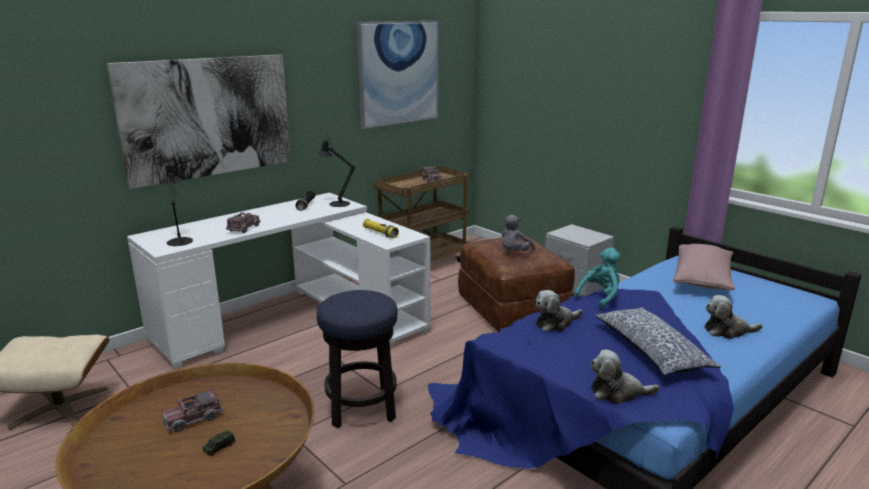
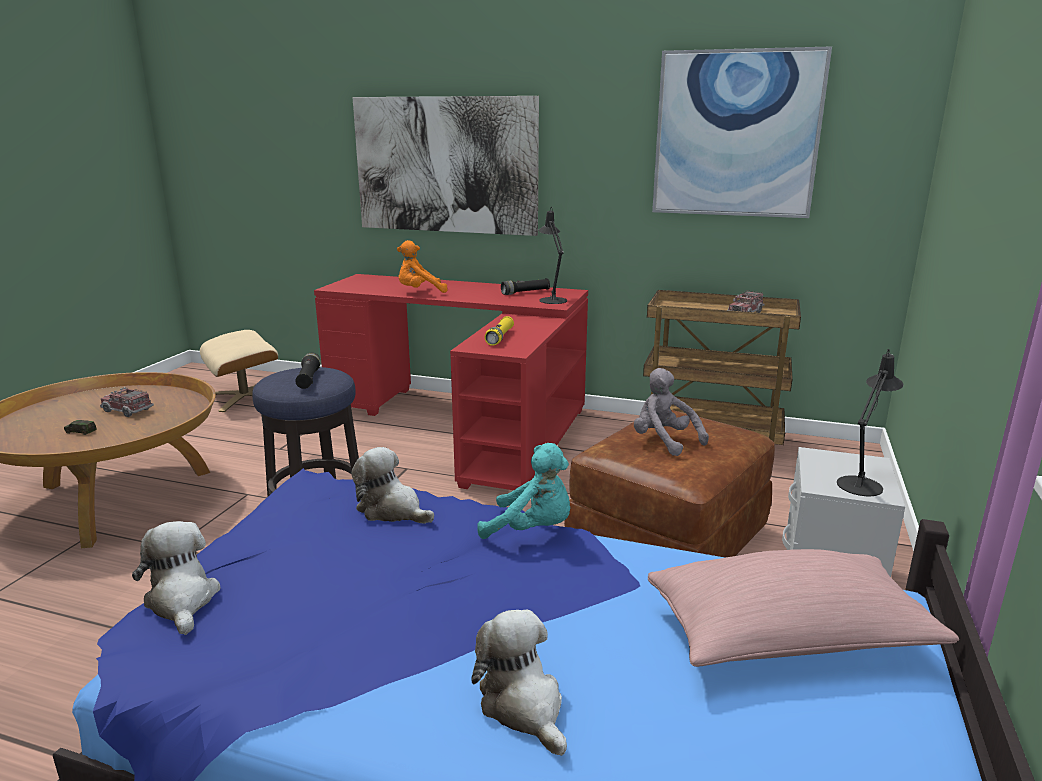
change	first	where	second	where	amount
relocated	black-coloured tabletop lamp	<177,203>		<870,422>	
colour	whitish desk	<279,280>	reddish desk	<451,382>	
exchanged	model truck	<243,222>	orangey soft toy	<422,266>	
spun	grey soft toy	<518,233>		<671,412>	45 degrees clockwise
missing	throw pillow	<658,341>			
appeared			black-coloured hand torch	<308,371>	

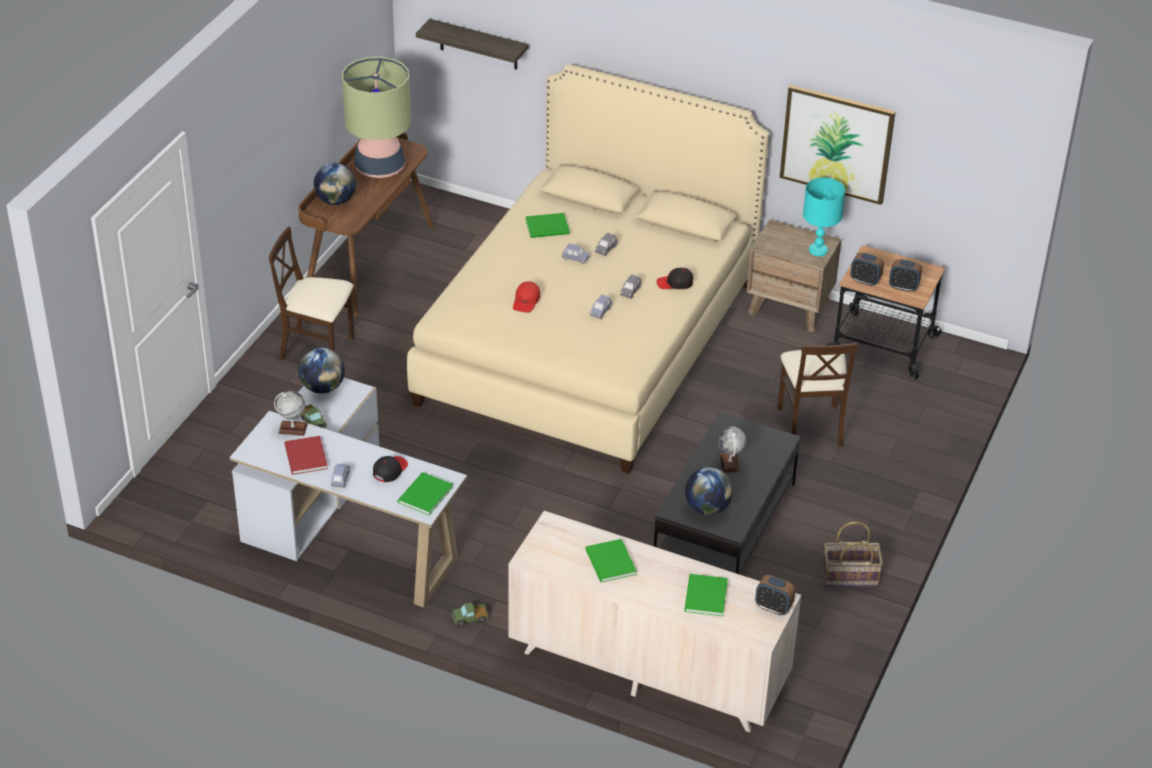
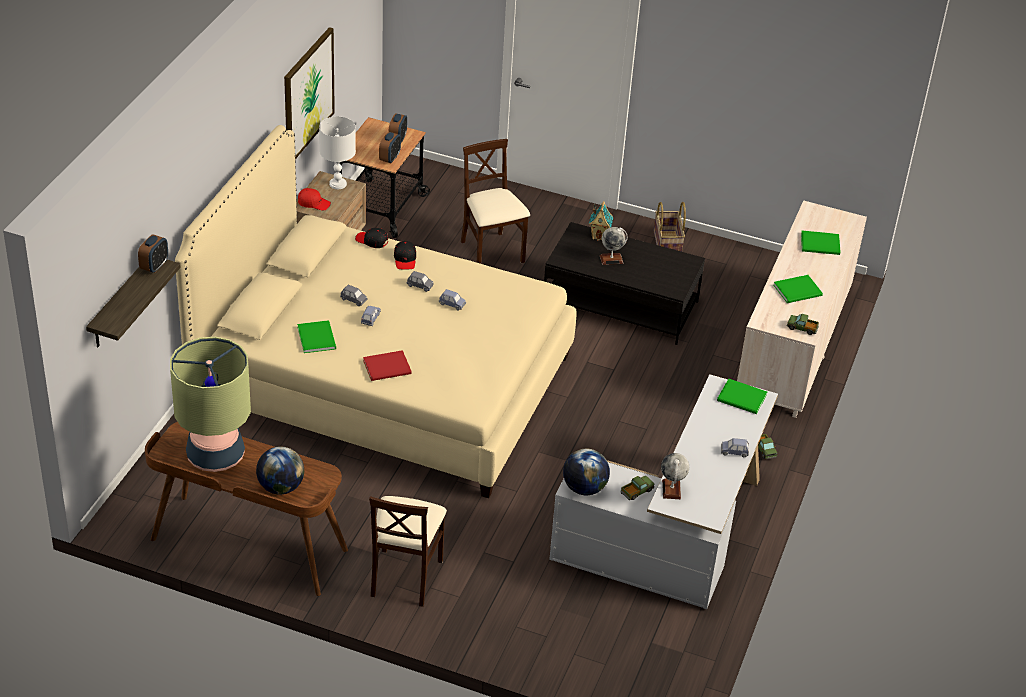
change	first	where	second	where	amount
colour	turquoise tabletop lamp	<824,216>	whitish tabletop lamp	<337,152>	
relocated	reddish cap	<526,297>		<314,199>	
spun	beige-coloured upright chair	<817,395>		<495,201>	105 degrees counterclockwise
relocated	reddish bound book	<306,455>		<387,365>	
relocated	black-coloured cap	<390,469>		<371,238>	
missing	globe	<709,491>			
relocated	bedside clock	<775,595>		<153,253>	
appeared			toy house	<601,221>	
appeared			model truck	<803,324>	

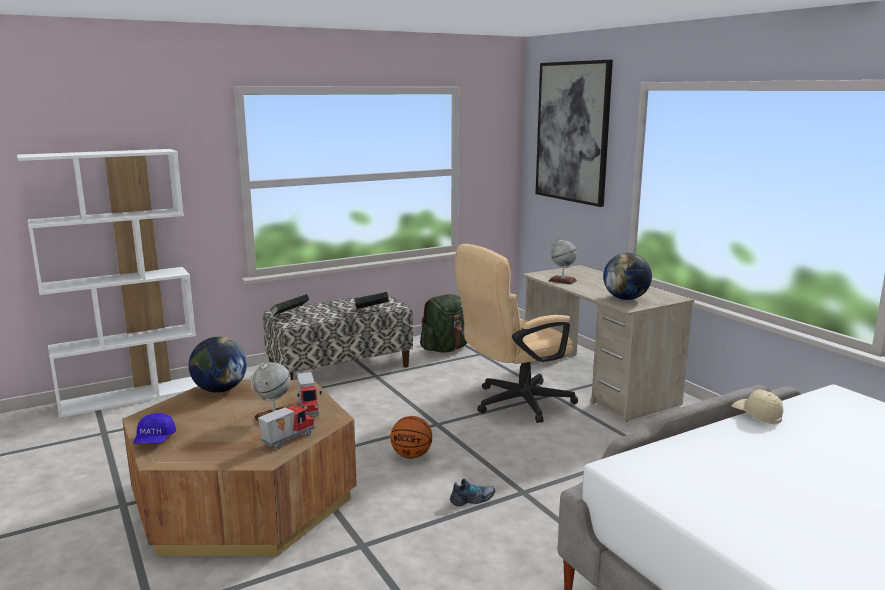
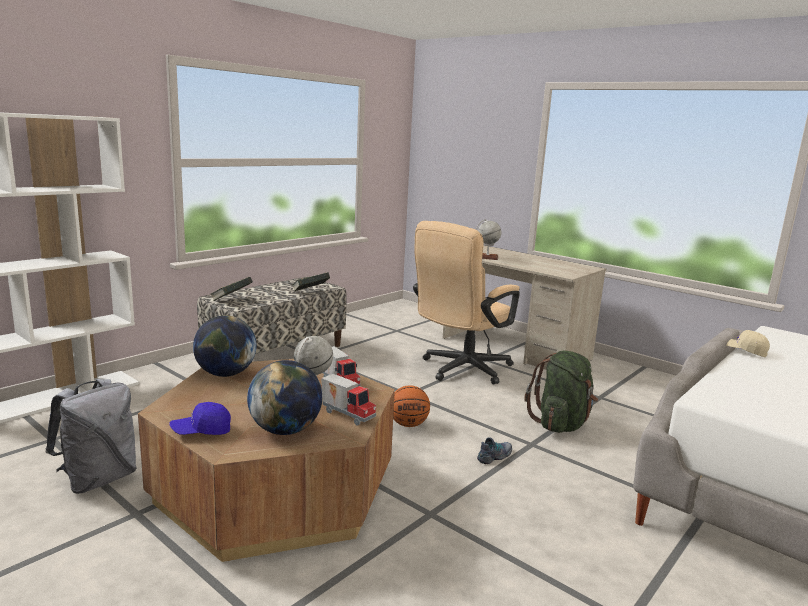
change	first	where	second	where	amount
missing	wall picture	<574,133>			
relocated	globe	<627,276>		<285,397>	
relocated	greenish knapsack	<443,323>		<561,391>	
spun	model truck	<286,427>		<348,400>	105 degrees clockwise
spun	blue cap	<154,428>		<200,418>	90 degrees clockwise
appeared			grey knapsack	<91,436>	

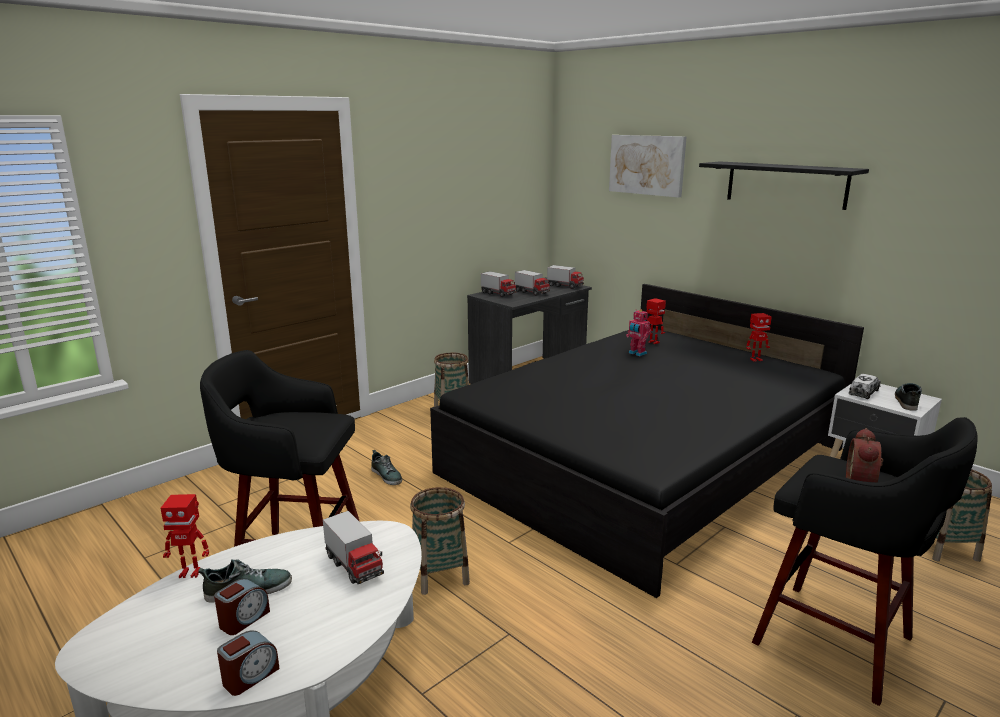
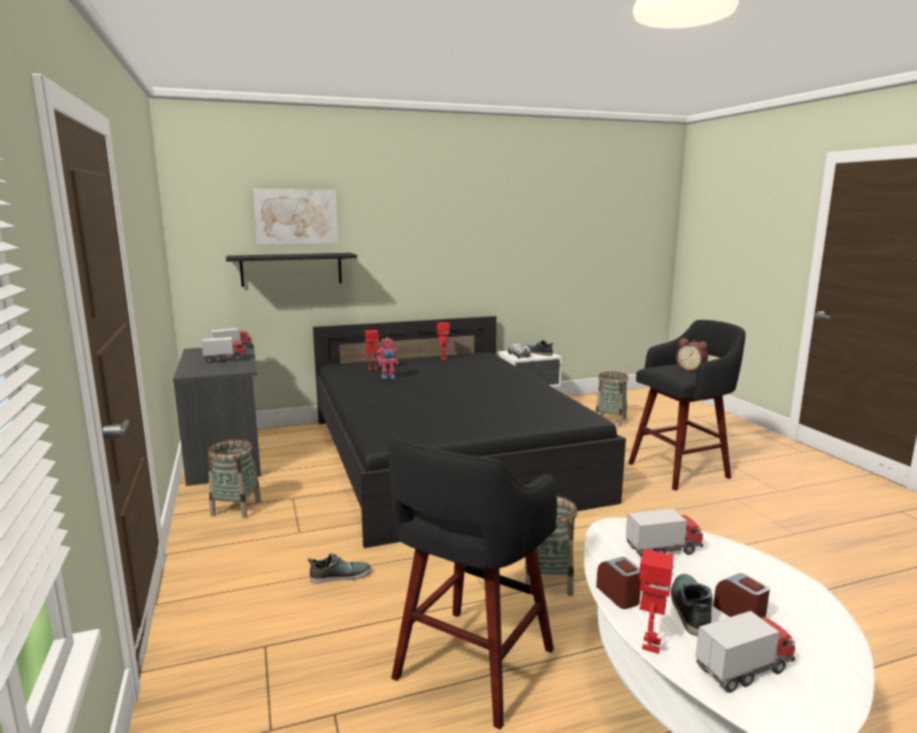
change	first	where	second	where	amount
relocated	black-coloured wall shelf	<784,185>		<291,270>	
relocated	model truck	<498,284>		<745,652>	
relocated	bedside clock	<248,663>		<618,583>	

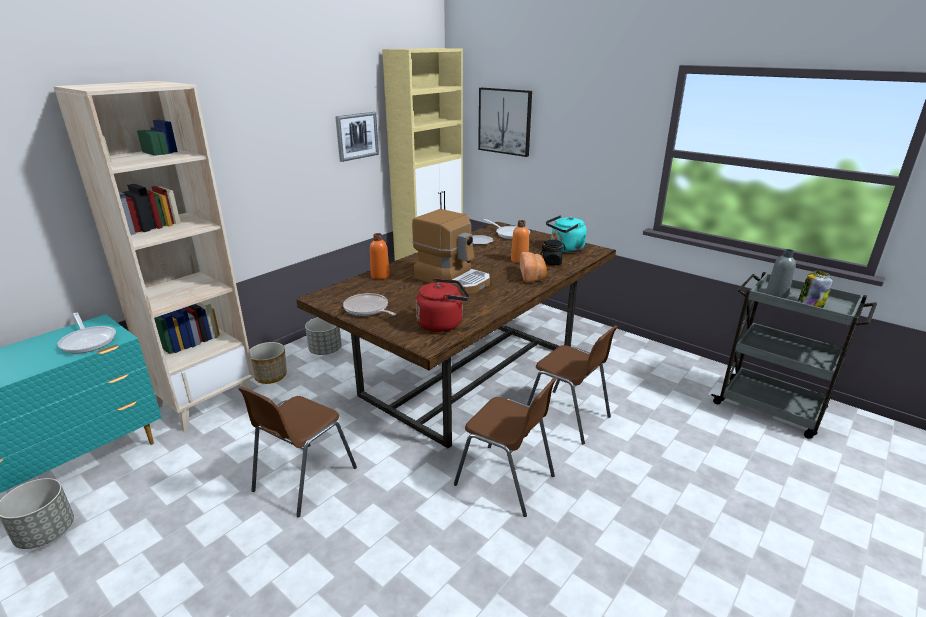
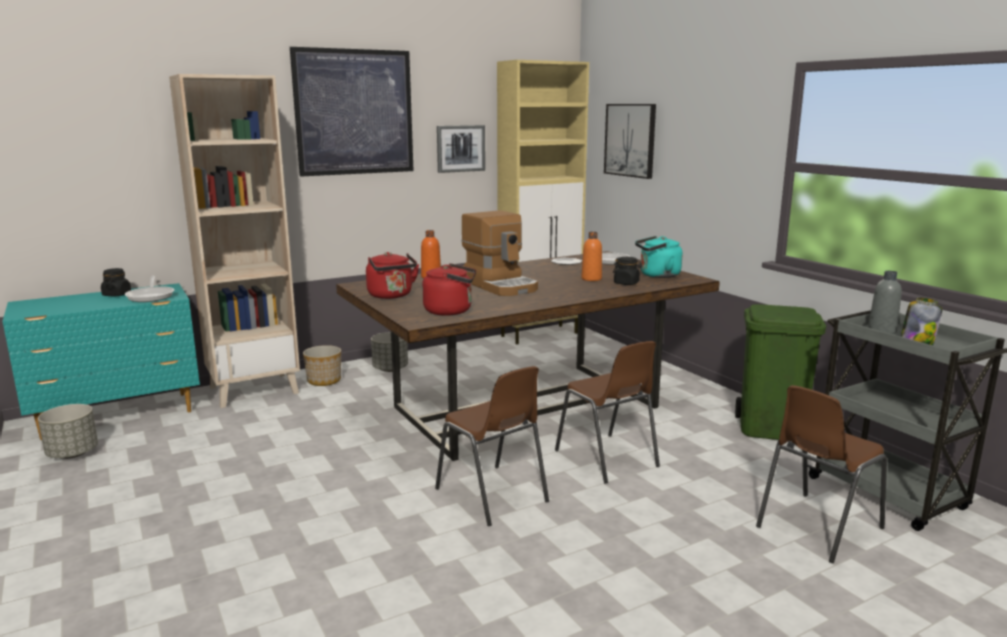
change	first	where	second	where	amount
missing	bread	<533,267>			
exchanged	skillet	<369,304>	reddish tea kettle	<392,275>	
relocated	brownish upright chair	<297,451>		<821,474>	
appeared			wall picture	<352,112>	
appeared			black-coloured preserve jar	<116,282>	
appeared			greenish waste bin	<780,372>	

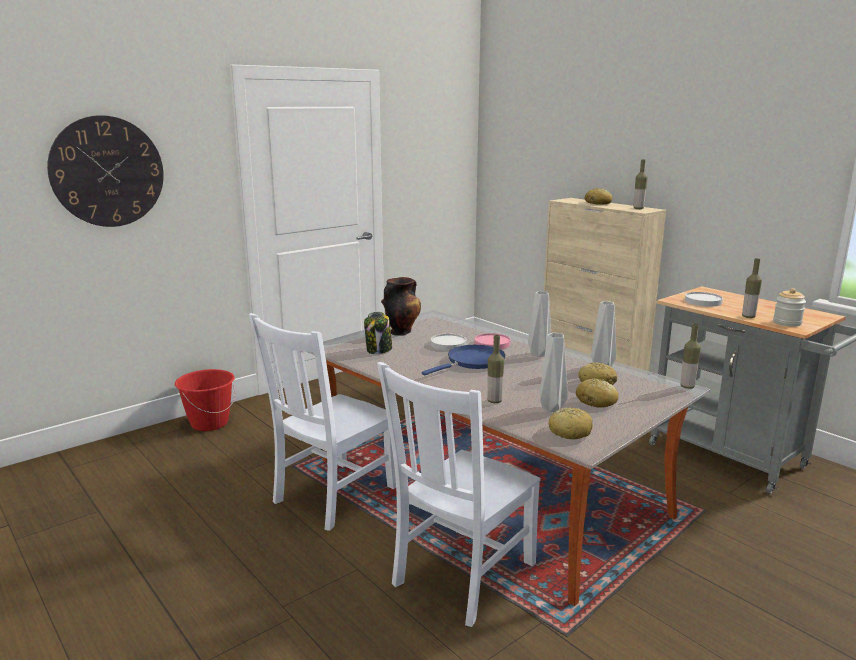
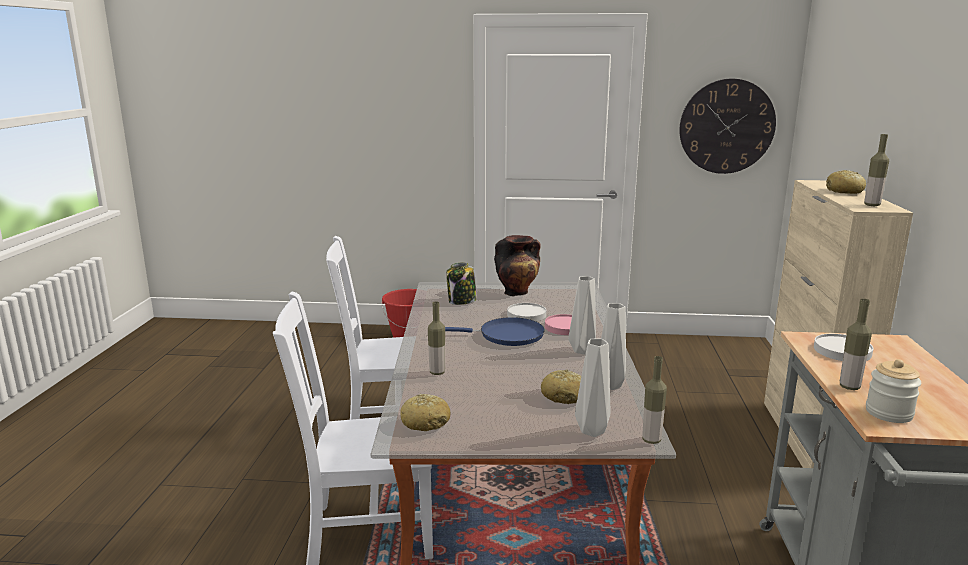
change	first	where	second	where	amount
relocated	clock on the wall	<105,171>		<727,126>	
relocated	grey flower vase	<554,372>		<592,388>	
missing	bread	<597,393>			

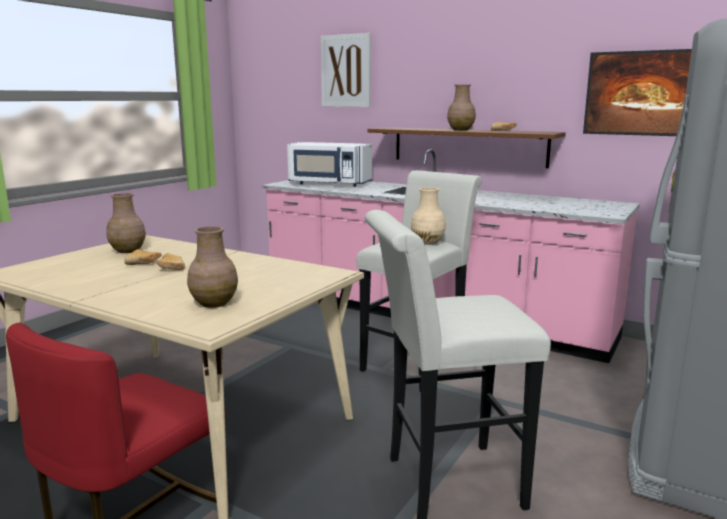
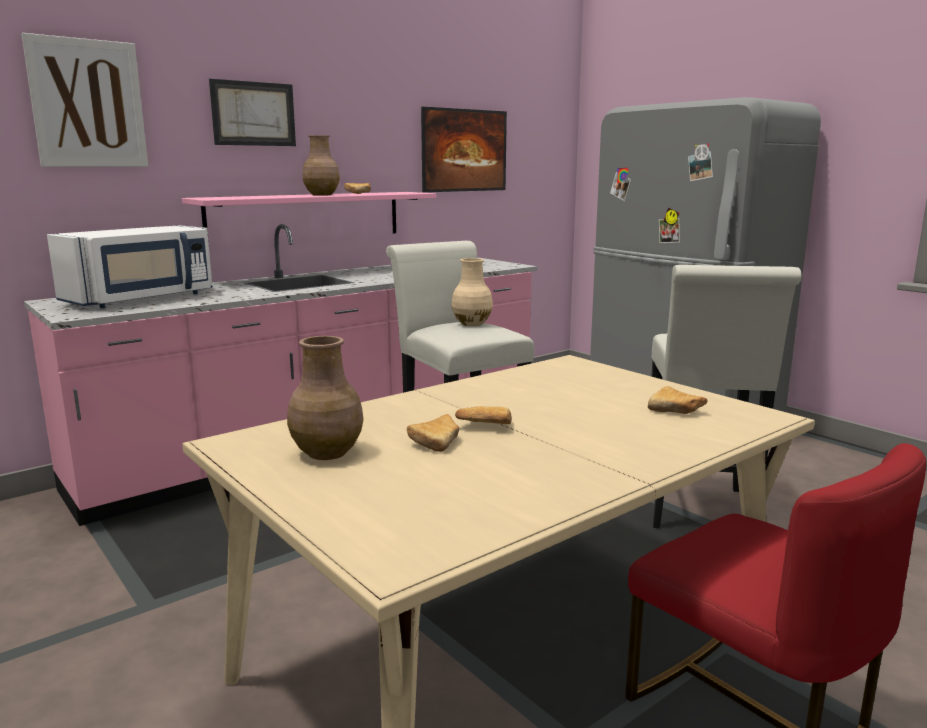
change	first	where	second	where	amount
colour	brownish wall shelf	<467,147>	pink-coloured wall shelf	<309,217>	
exchanged	brownish flower vase	<212,267>	bread	<678,400>	
appeared			wall picture	<252,112>	

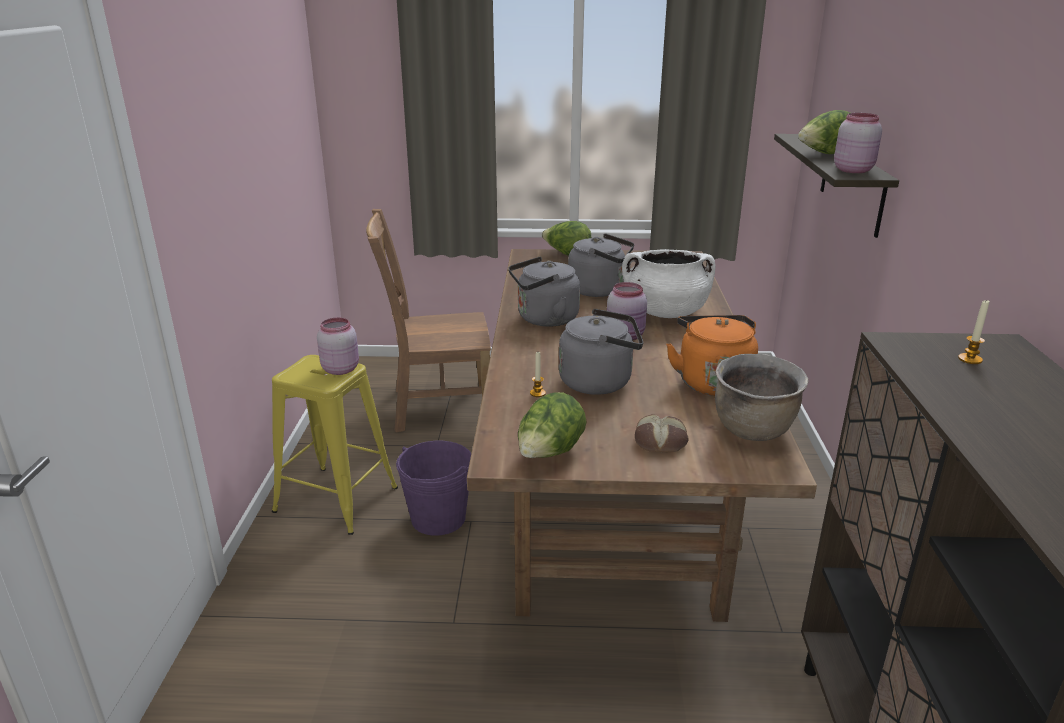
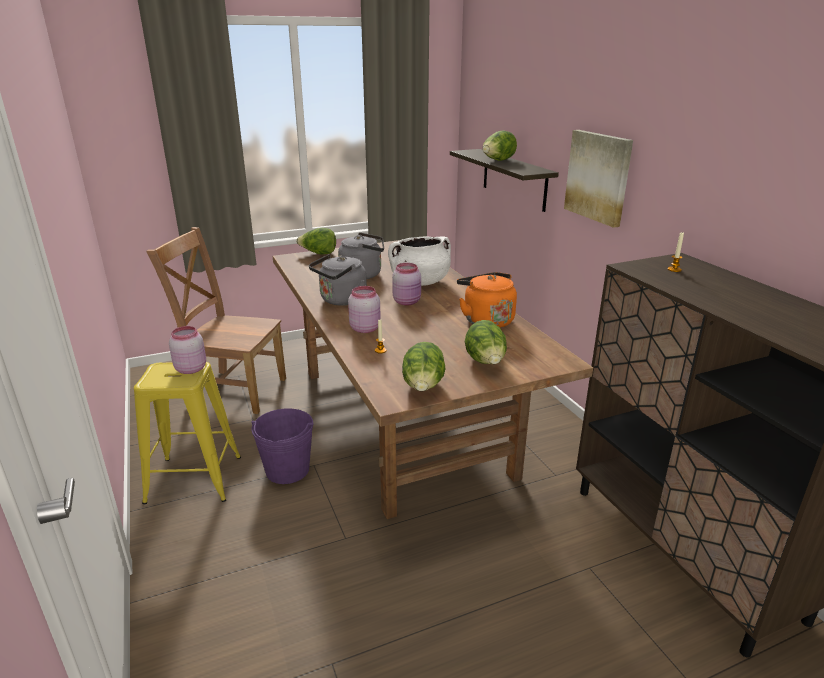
change	first	where	second	where	amount
relocated	pink-coloured preserve jar	<858,143>		<364,309>	
spun	brownish upright chair	<428,320>		<216,320>	45 degrees clockwise
missing	grey tea kettle	<601,352>			
missing	brownish saucepot	<762,397>			
exchanged	bread	<661,433>	lettuce	<486,342>	
appeared			wall picture	<598,179>	

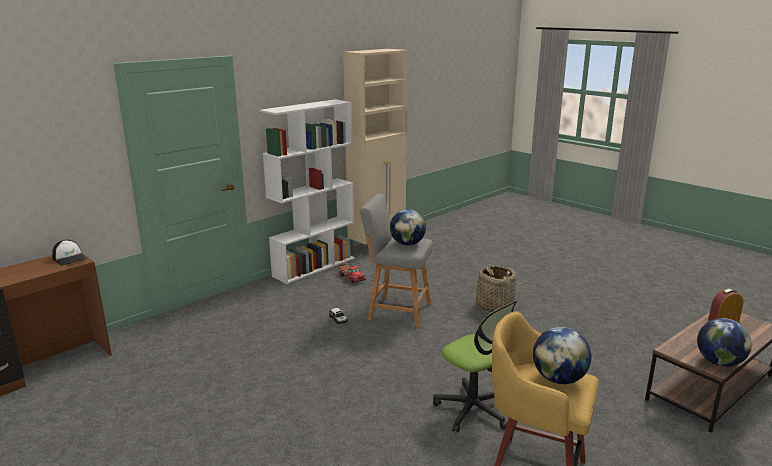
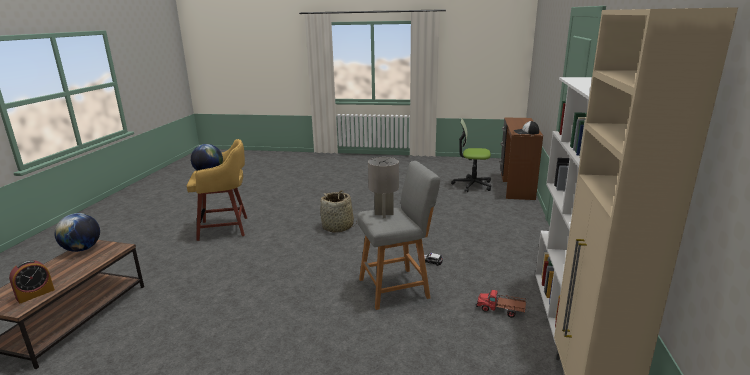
change	first	where	second	where	amount
exchanged	globe	<408,227>	grey tabletop lamp	<383,187>	
relocated	basket	<496,288>		<339,211>	
relocated	computer chair	<475,366>		<471,155>	

